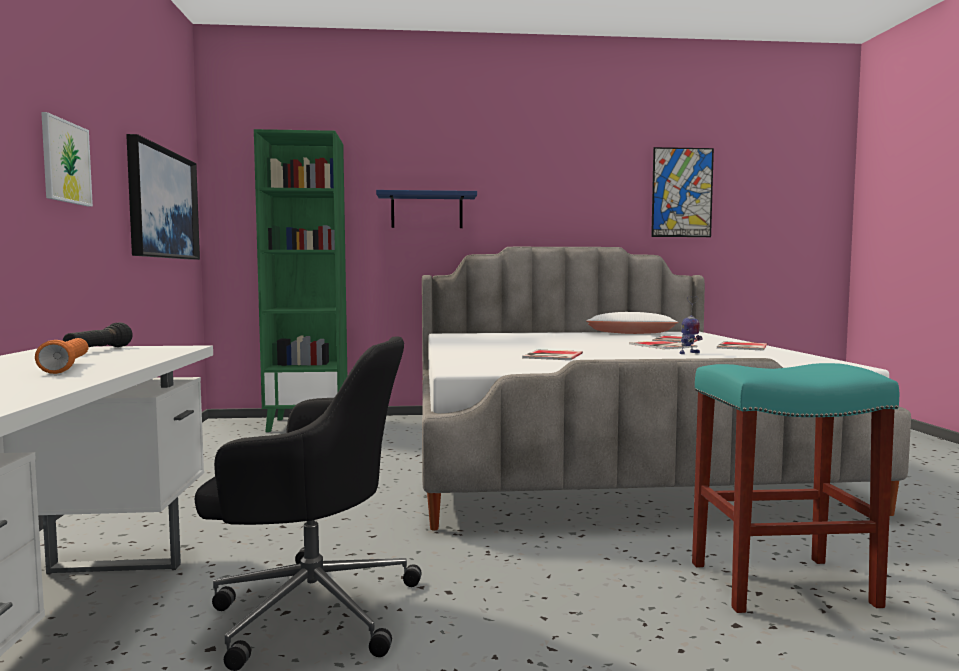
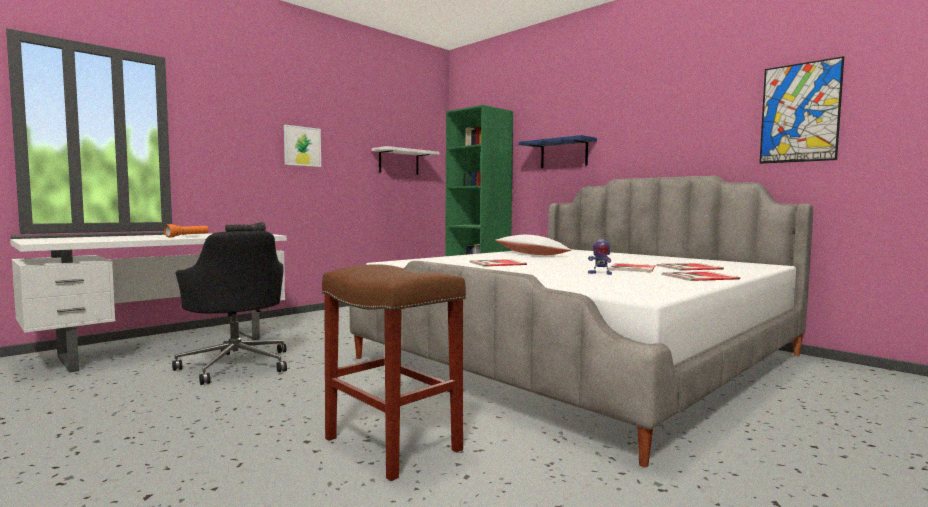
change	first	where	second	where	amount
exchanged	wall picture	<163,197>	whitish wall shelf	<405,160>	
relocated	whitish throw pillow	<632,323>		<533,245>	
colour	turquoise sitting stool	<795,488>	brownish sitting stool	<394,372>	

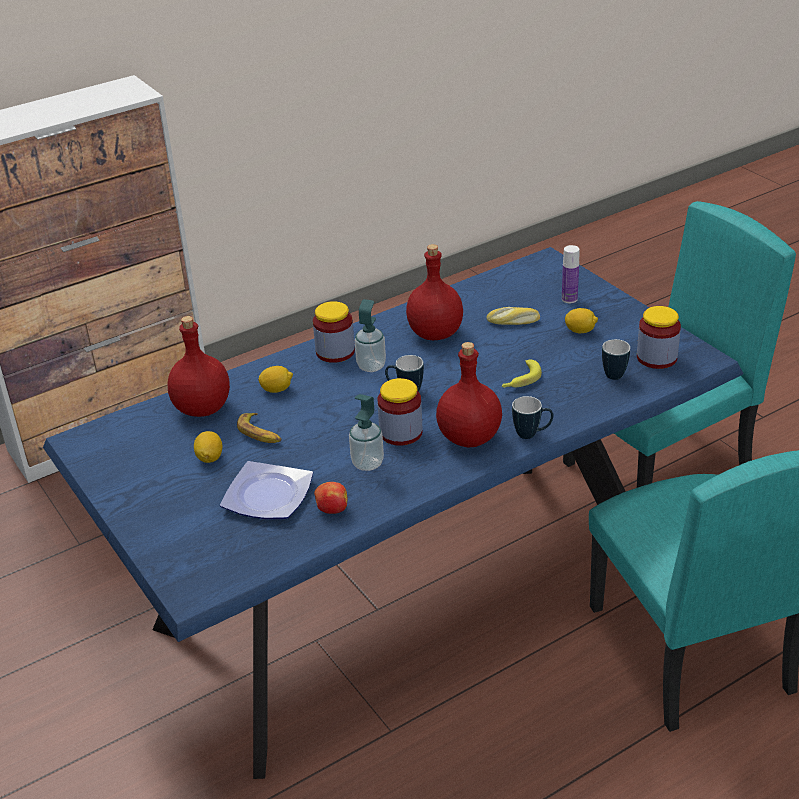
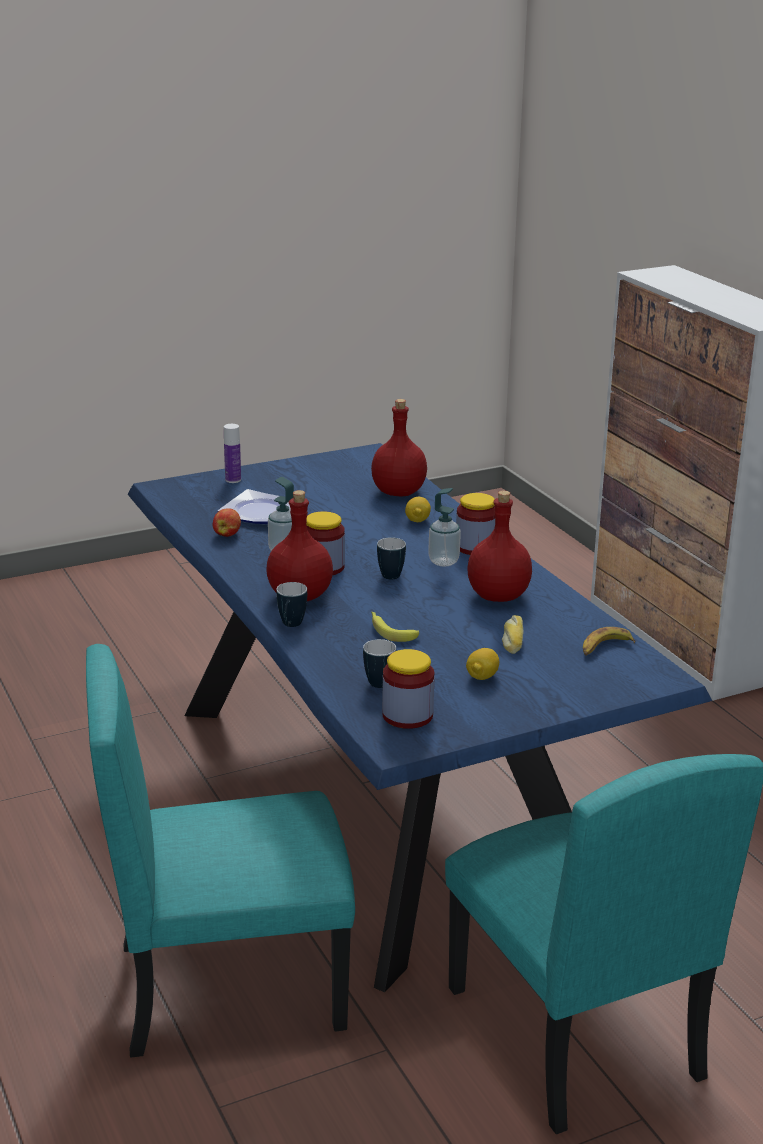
change	first	where	second	where	amount
relocated	drink bottle	<570,274>		<232,453>	
relocated	whole banana	<259,428>		<609,641>	
missing	lemon	<208,447>			

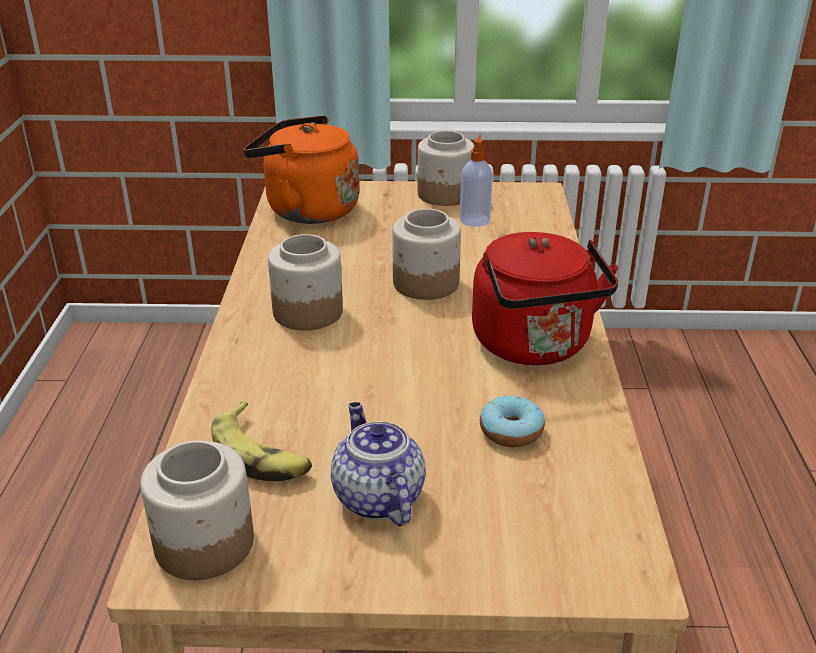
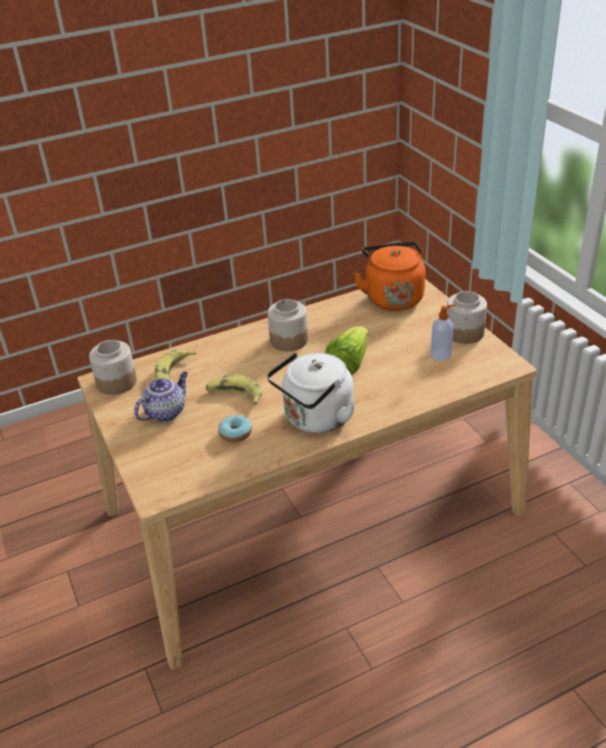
change	first	where	second	where	amount
exchanged	preserve jar	<426,254>	lettuce	<346,351>	
colour	reddish tea kettle	<545,298>	whitish tea kettle	<311,392>	
appeared			whole banana	<234,390>	

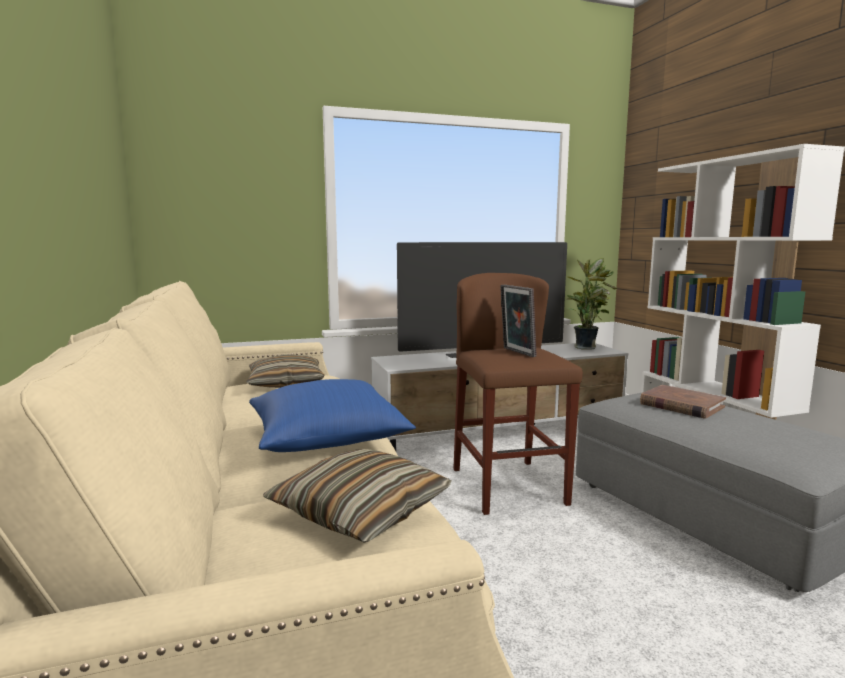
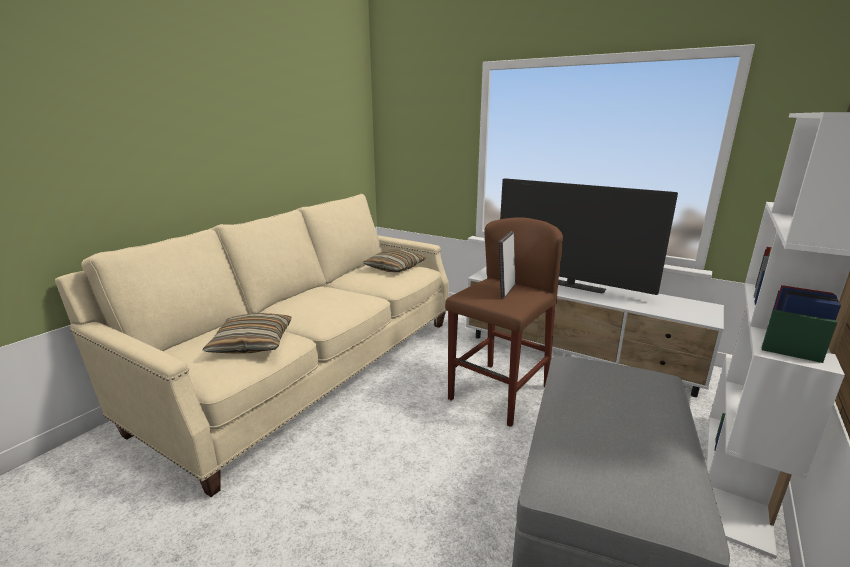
change	first	where	second	where	amount
missing	potted plant	<592,304>			
missing	blue throw pillow	<332,415>			
missing	brownish bound book	<683,402>			

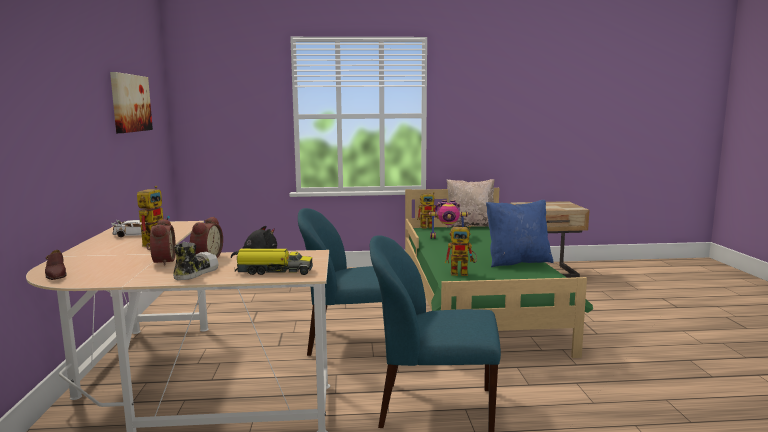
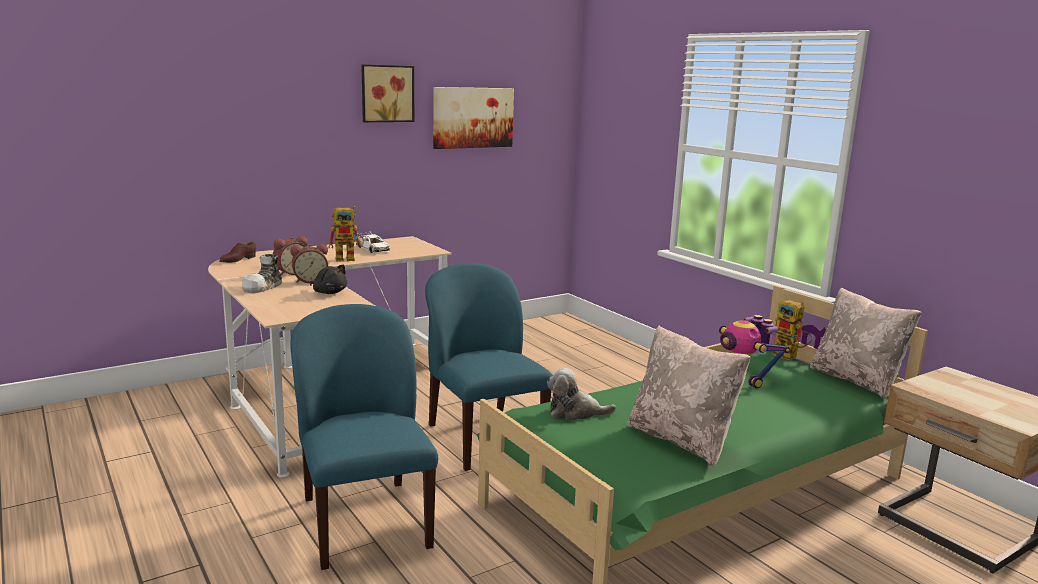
change	first	where	second	where	amount
colour	blue throw pillow	<520,233>	beige-coloured throw pillow	<689,396>	
exchanged	model robot	<461,250>	soft toy	<581,394>	
spun	shoe	<196,261>		<262,273>	120 degrees clockwise
missing	model truck	<274,262>			
appeared			wall picture	<387,93>	

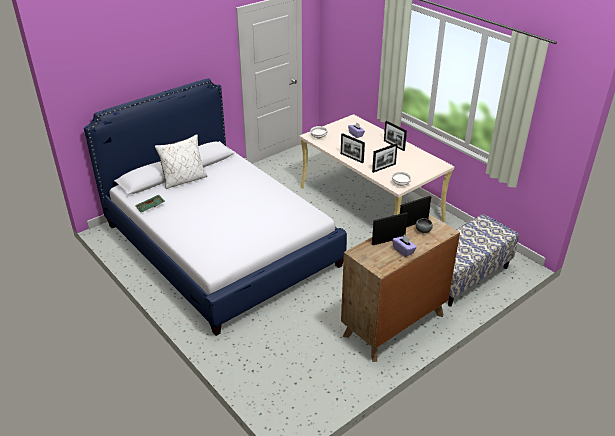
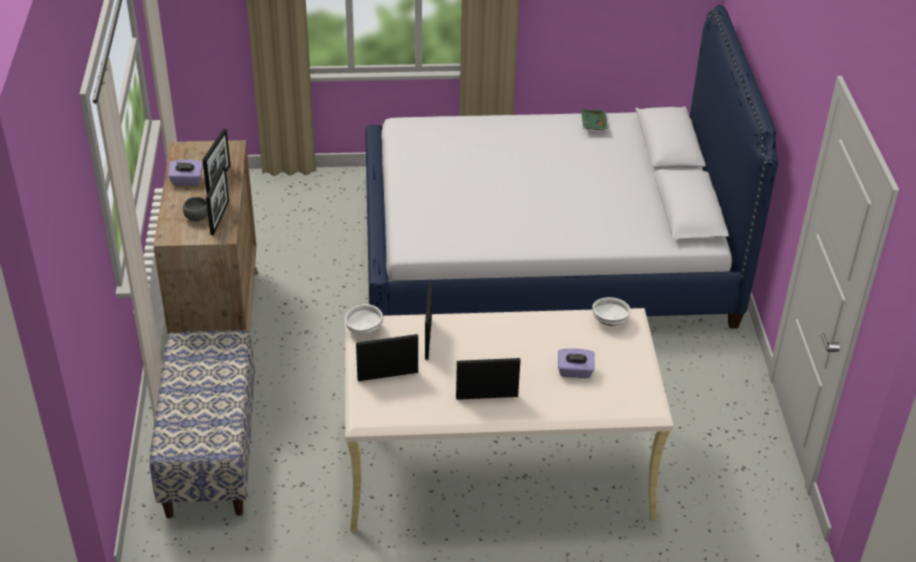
change	first	where	second	where	amount
relocated	picture frame	<353,148>		<387,357>	
missing	whitish throw pillow	<181,161>			

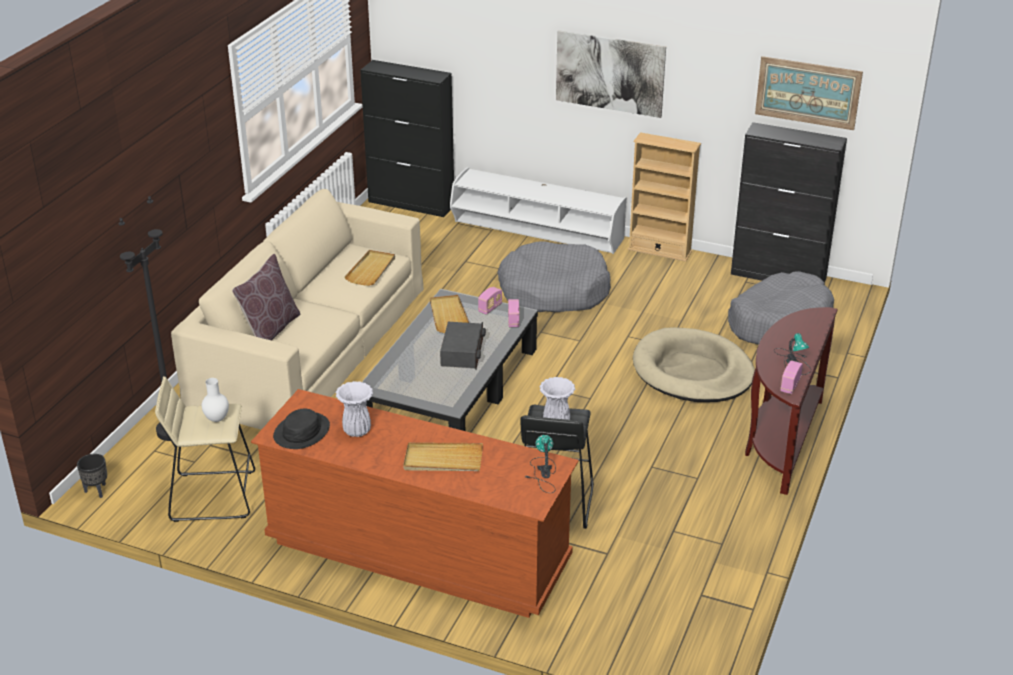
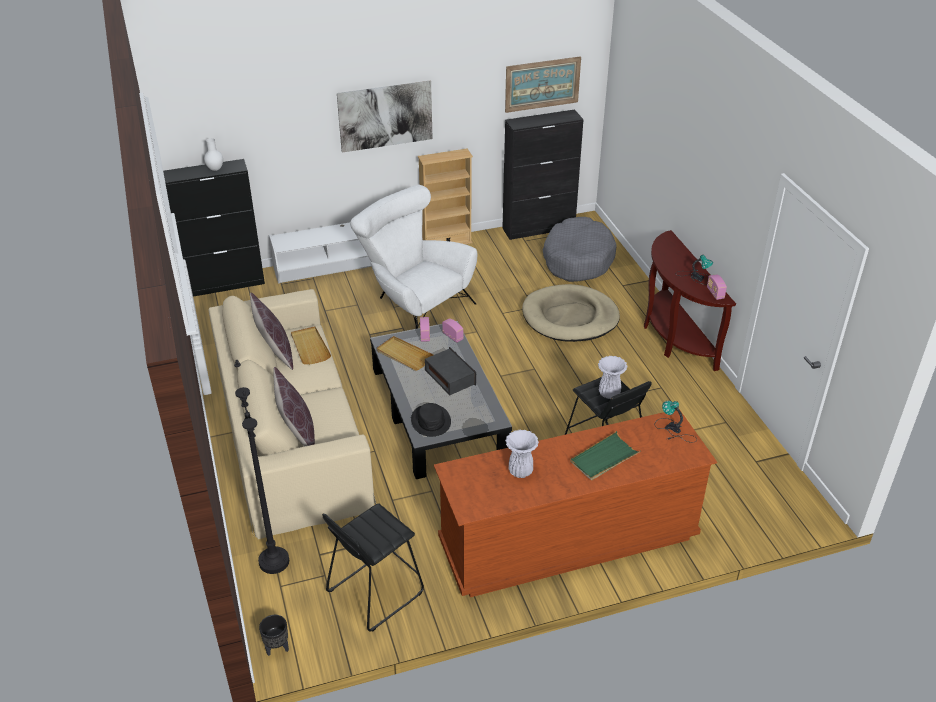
change	first	where	second	where	amount
exchanged	grey dog bed	<554,276>	whitish lounge chair	<413,257>	
colour	beige-coloured sitting stool	<205,449>	black-coloured sitting stool	<373,568>	
relocated	whitish flower vase	<215,400>		<213,154>	
relocated	black-coloured hat	<301,429>		<431,419>	
colour	beige-coloured tray	<443,456>	greenish tray	<605,455>	
appeared			brownish throw pillow	<271,331>	

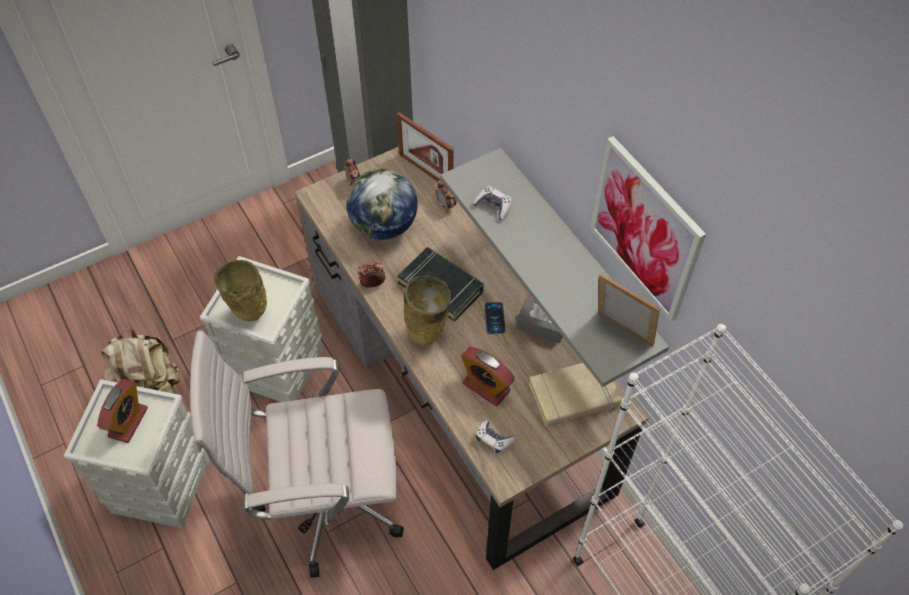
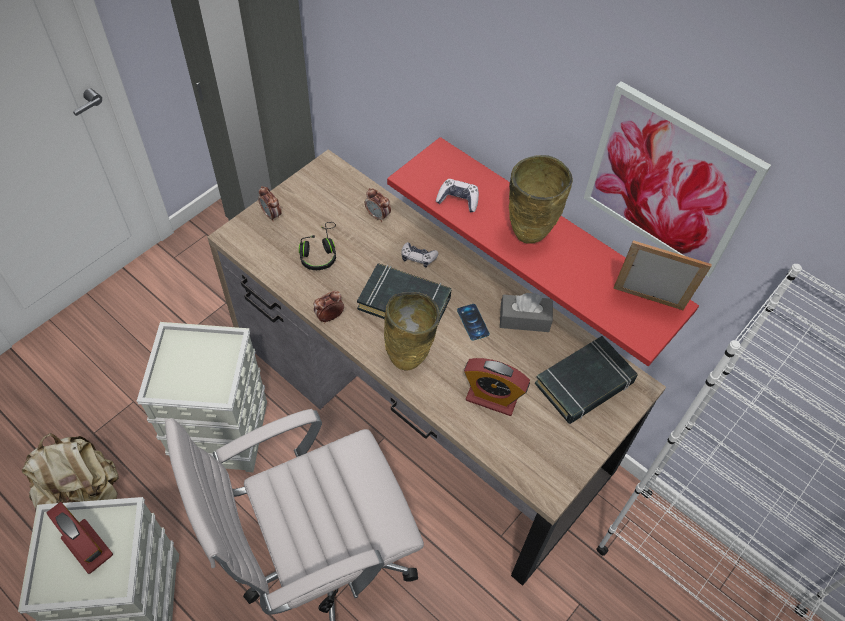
change	first	where	second	where	amount
missing	picture frame	<425,146>			
colour	grey wall shelf	<554,267>	reddish wall shelf	<543,251>	
exchanged	globe	<382,204>	black-coloured pair of headphones	<317,246>	
relocated	beige-coloured flower vase	<240,290>		<541,199>	
colour	beige-coloured bound book	<575,395>	black-coloured bound book	<586,380>	
spun	bedside clock	<122,411>		<80,538>	45 degrees counterclockwise
relocated	game controller	<495,437>		<419,254>	

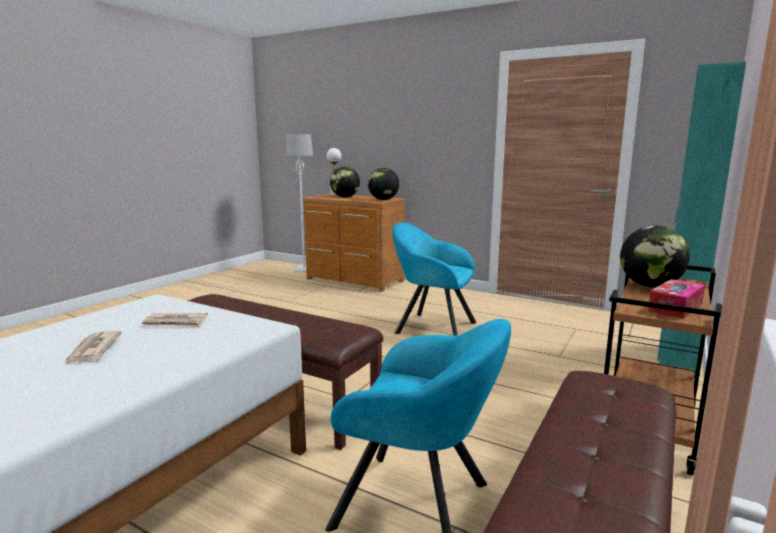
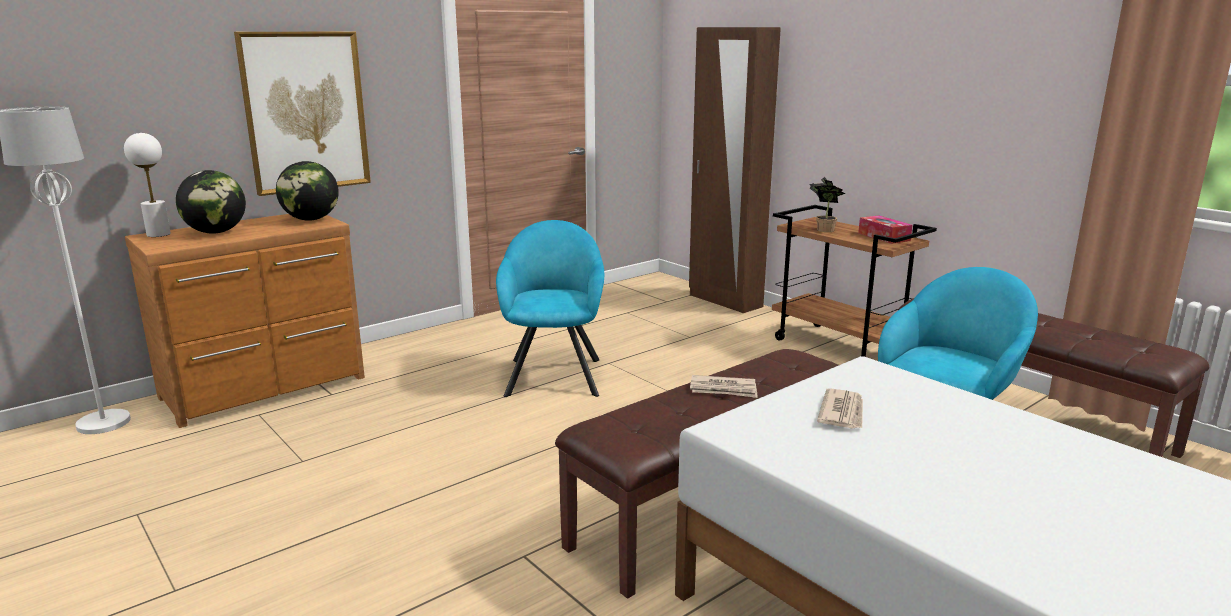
change	first	where	second	where	amount
colour	turquoise clothes cupboard	<701,220>	brownish clothes cupboard	<735,170>	
spun	turquoise lounge chair	<434,278>		<550,308>	135 degrees clockwise
exchanged	globe	<655,256>	potted plant	<827,204>	
relocated	printed paper	<93,348>		<724,386>	
appeared			wall picture	<302,113>	

